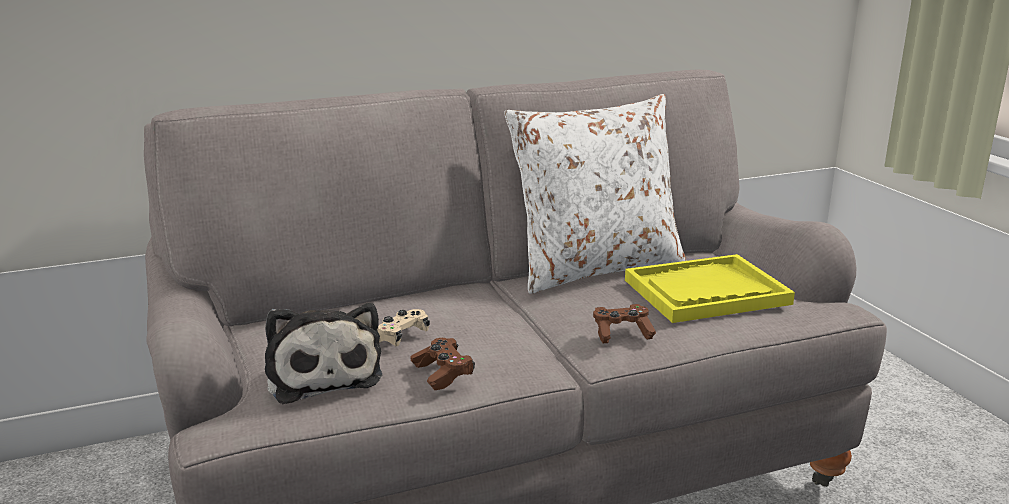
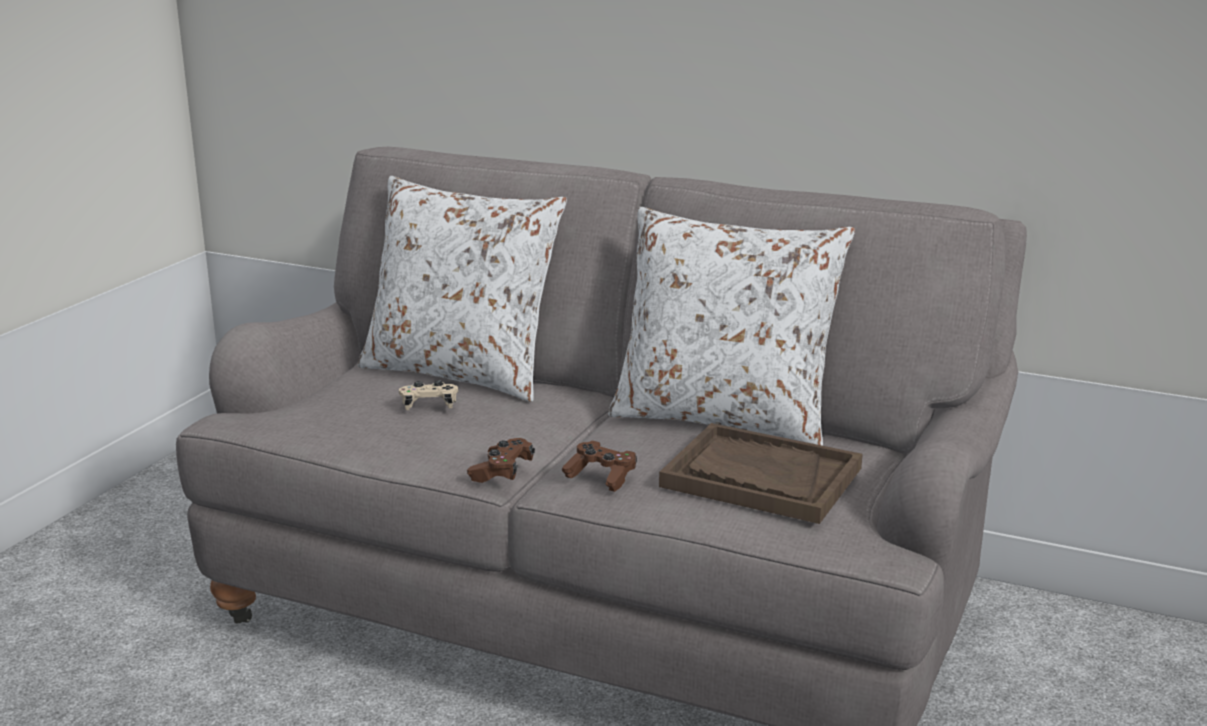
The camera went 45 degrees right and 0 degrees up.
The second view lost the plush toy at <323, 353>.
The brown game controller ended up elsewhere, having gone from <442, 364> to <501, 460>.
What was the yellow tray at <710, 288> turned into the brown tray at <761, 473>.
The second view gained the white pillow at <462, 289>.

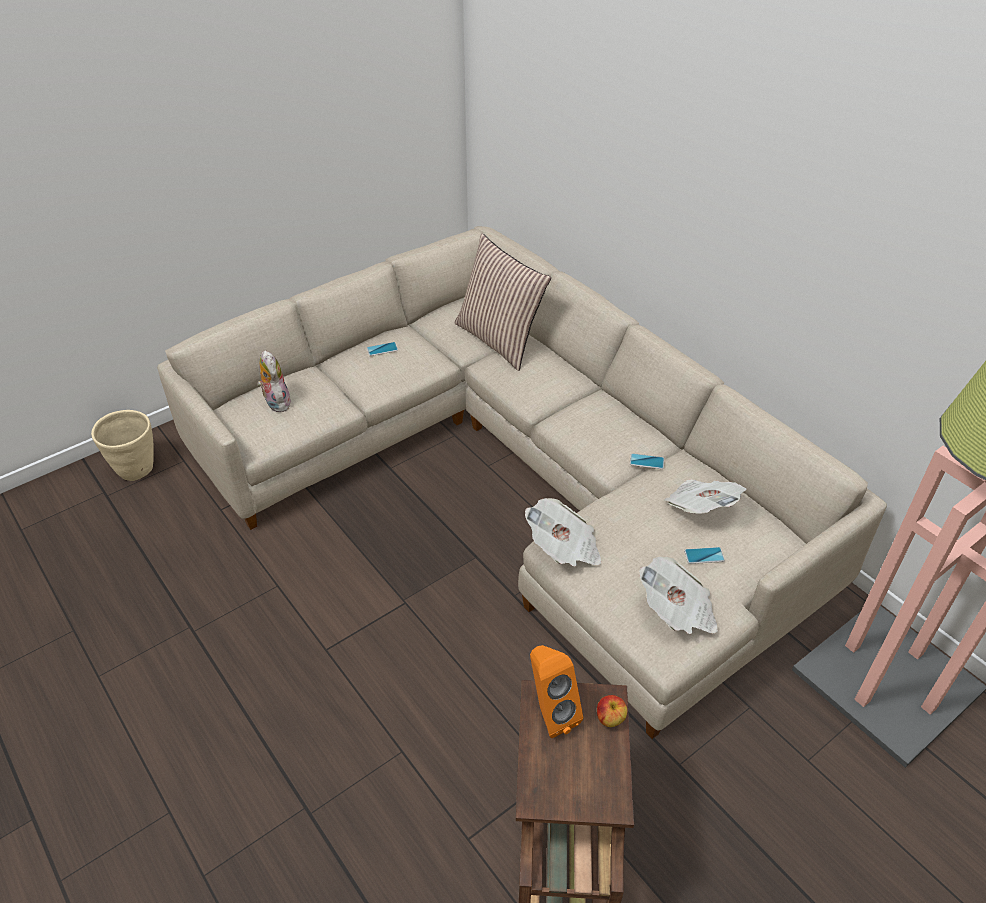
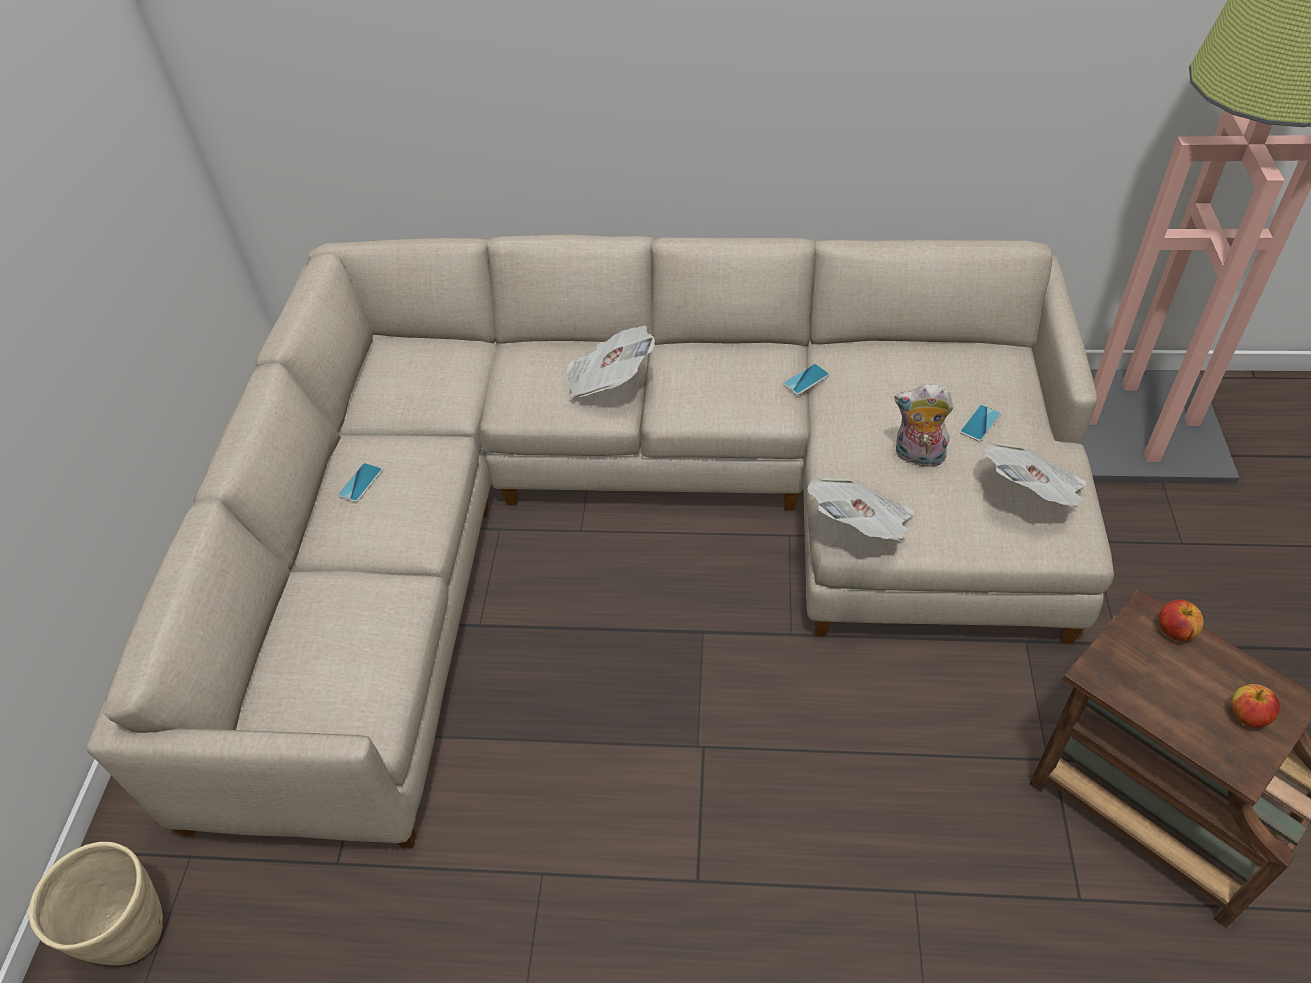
The camera went 45 degrees left and 5 degrees up.
The plush toy ended up elsewhere, having gone from <274, 381> to <924, 425>.
The second view lost the pillow at <503, 302>.
The second view lost the orange speaker at <556, 691>.
The newspaper ended up elsewhere, having gone from <705, 496> to <610, 362>.
The second view gained the apple at <1255, 706>.

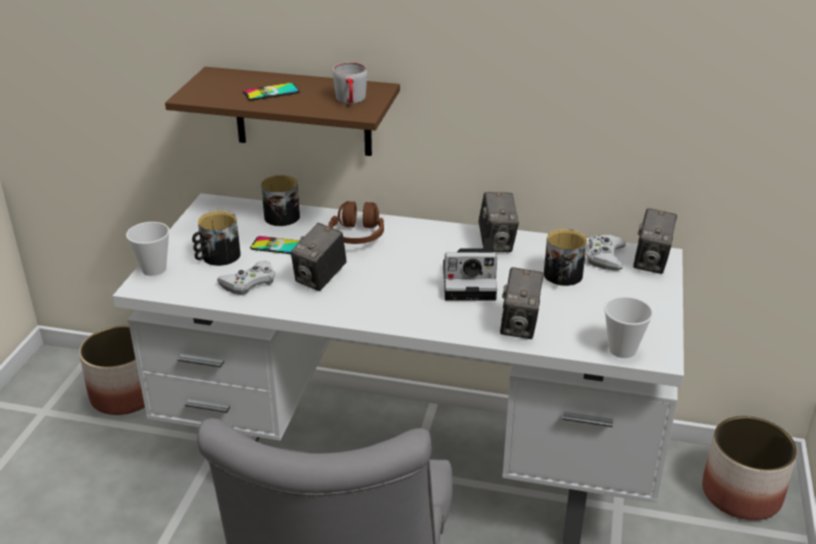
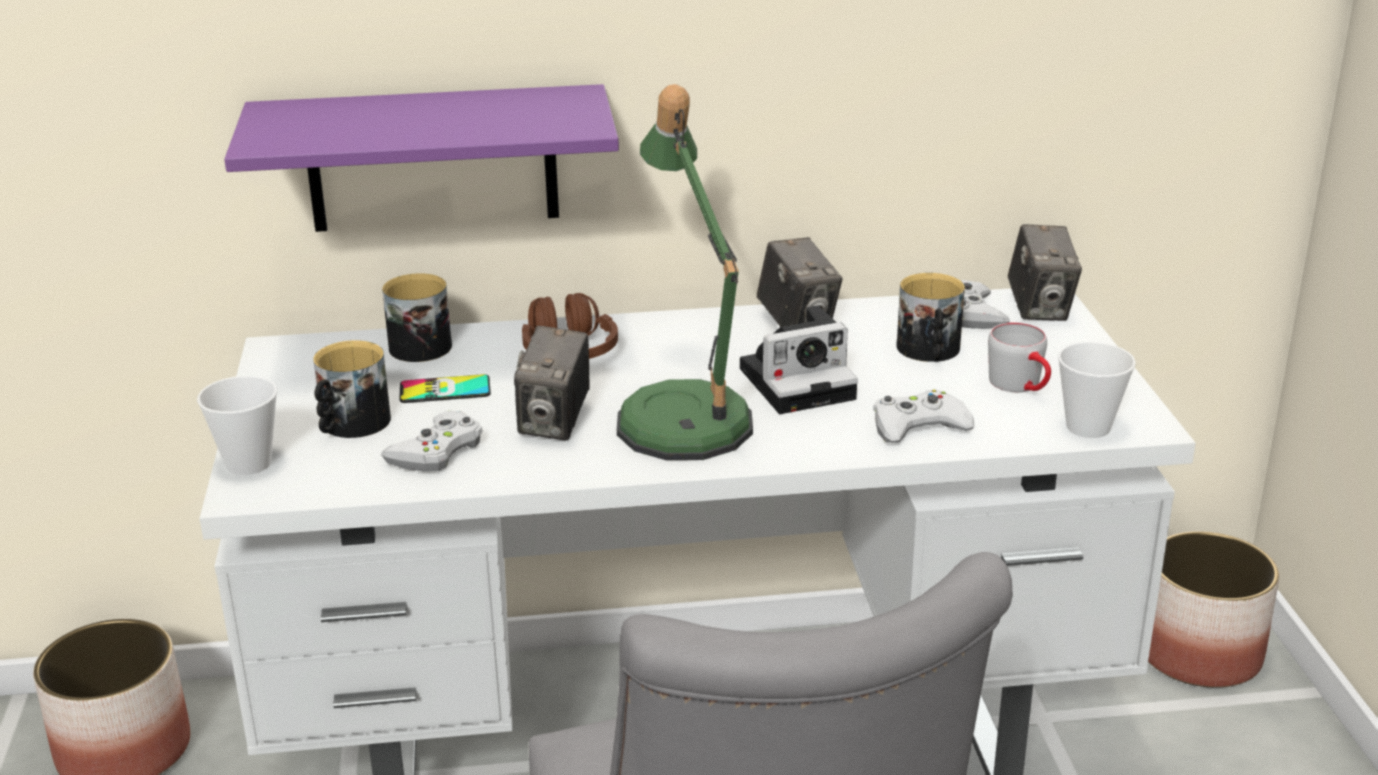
The camera went 20 degrees left and 5 degrees down.
What was the brown shelf at <282, 111> turned into the purple shelf at <421, 158>.
The second view lost the phone at <271, 92>.
The grey mug ended up elsewhere, having gone from <350, 83> to <1019, 357>.
Where the photo camera stood at <522, 303>, the white game controller came to stand at <923, 416>.
The second view gained the table lamp at <685, 272>.

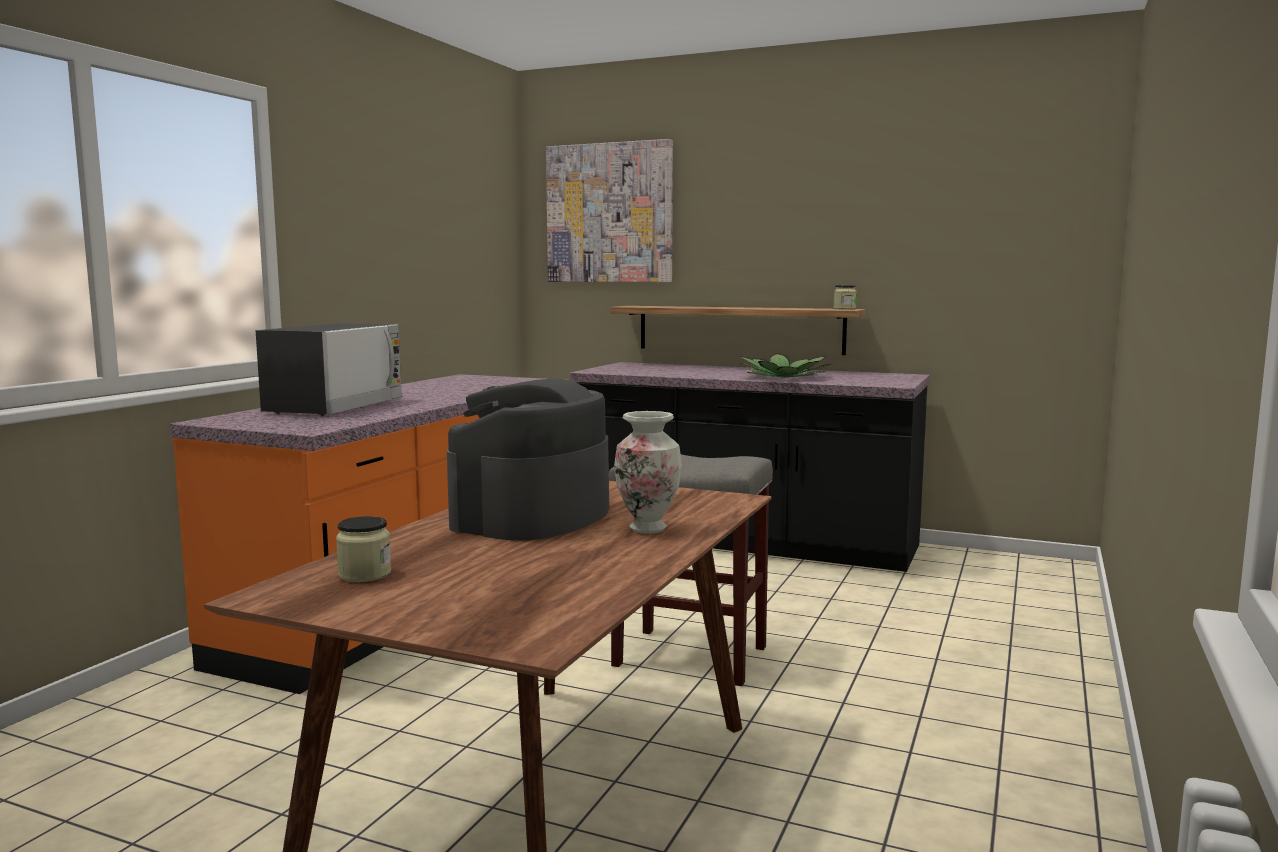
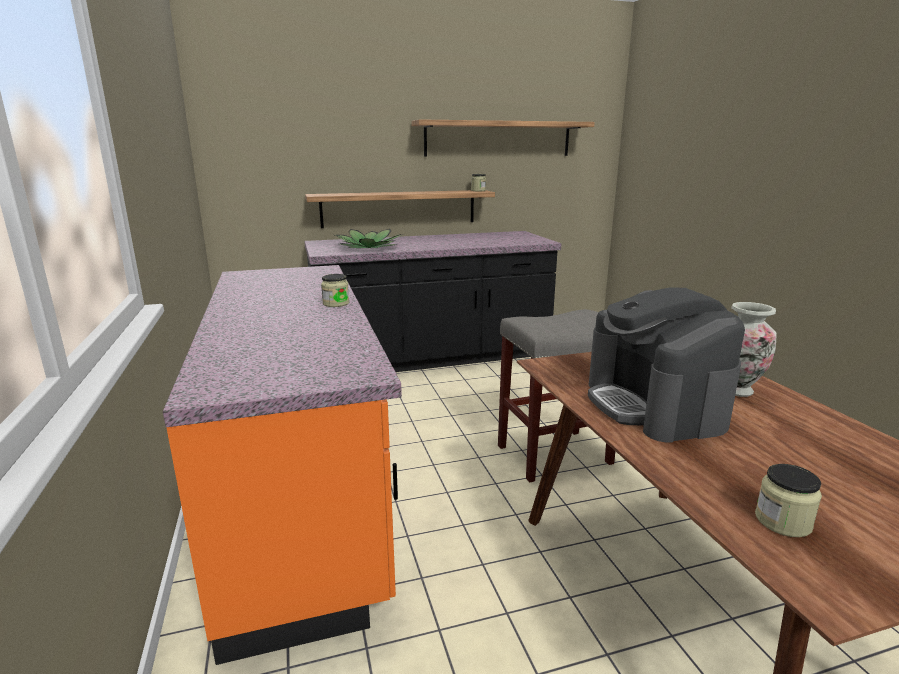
The camera went 40 degrees left and 10 degrees up.
The second view lost the microwave at <328, 369>.
The second view lost the picture at <609, 210>.
The potted plant ended up elsewhere, having gone from <784, 365> to <368, 238>.
The second view gained the jar at <335, 290>.
The second view gained the shelf at <503, 137>.

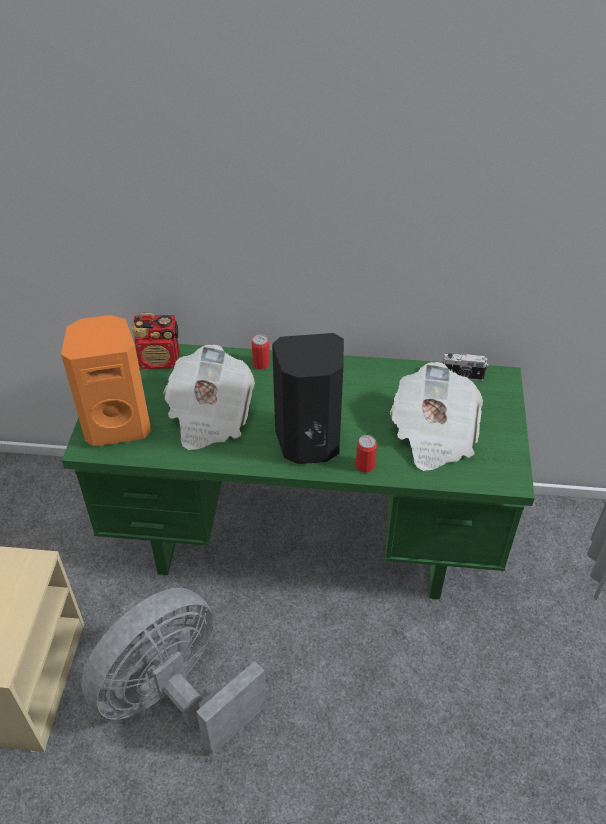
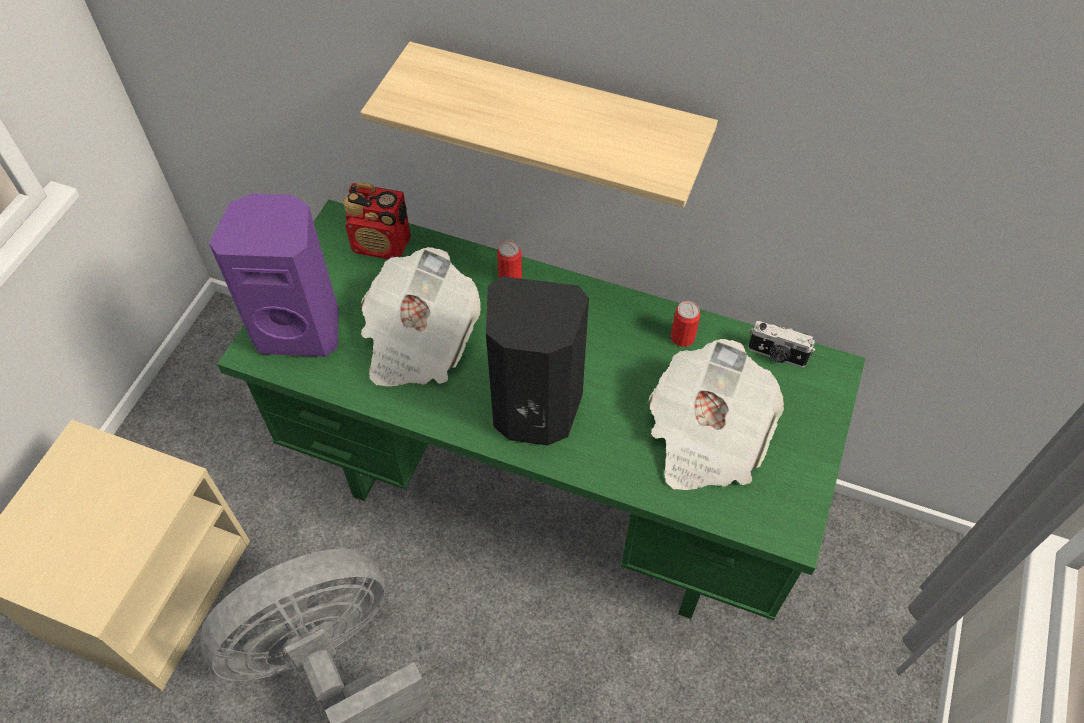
The camera went 15 degrees right and 10 degrees up.
What was the orange speaker at <106, 381> turned into the purple speaker at <273, 275>.
The can ended up elsewhere, having gone from <366, 454> to <685, 324>.
The second view gained the shelf at <539, 125>.

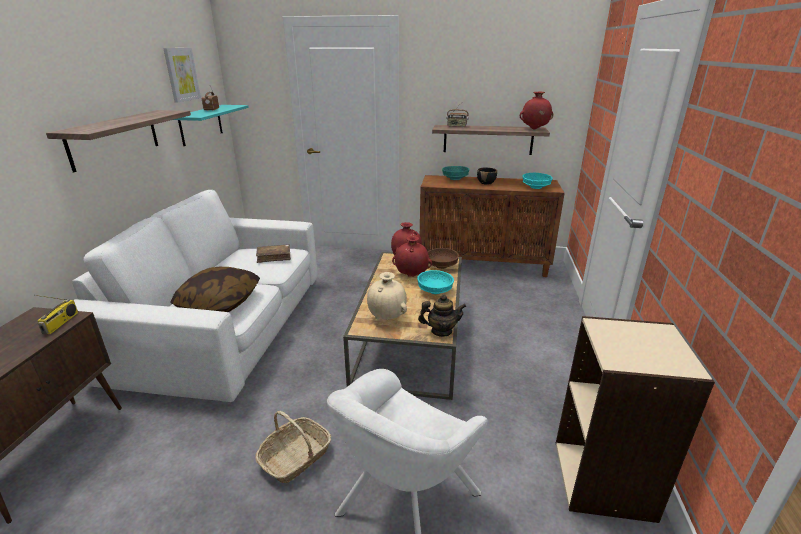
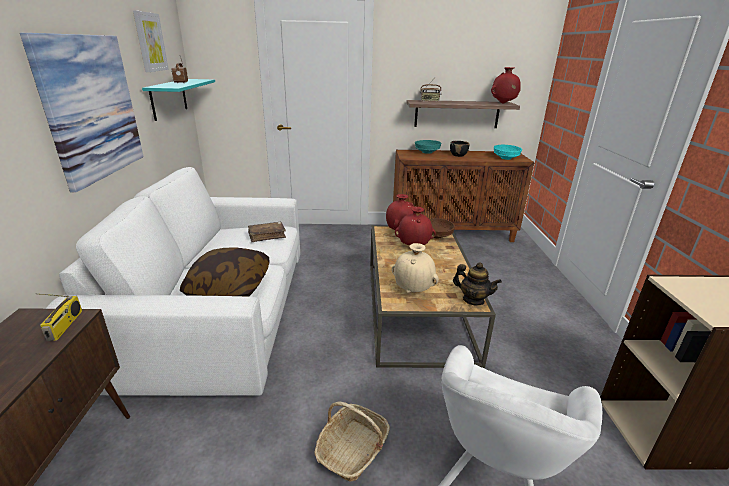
The camera went 10 degrees left and 0 degrees up.
Where the shelf hung at <118, 141>, the picture came to hang at <82, 112>.
The second view lost the turquoise bowl at <435, 282>.
The teapot at <442, 315> ended up facing another way, 45 degrees clockwise from before.

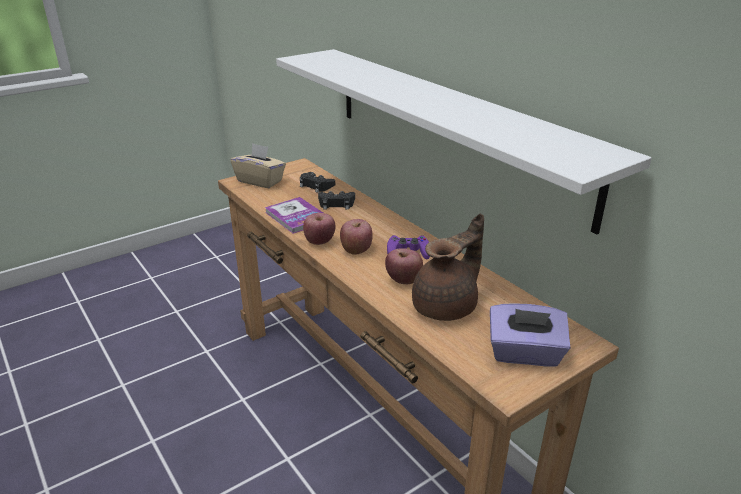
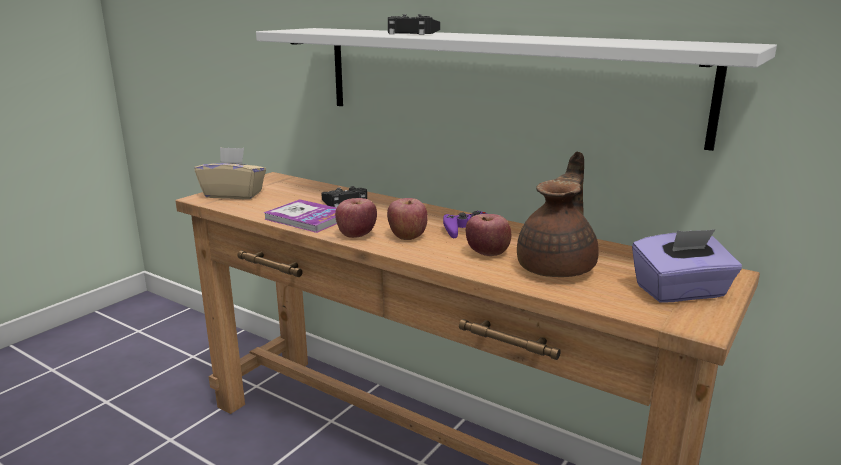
The camera went 20 degrees left and 10 degrees down.
The black game controller ended up elsewhere, having gone from <317, 182> to <414, 24>.

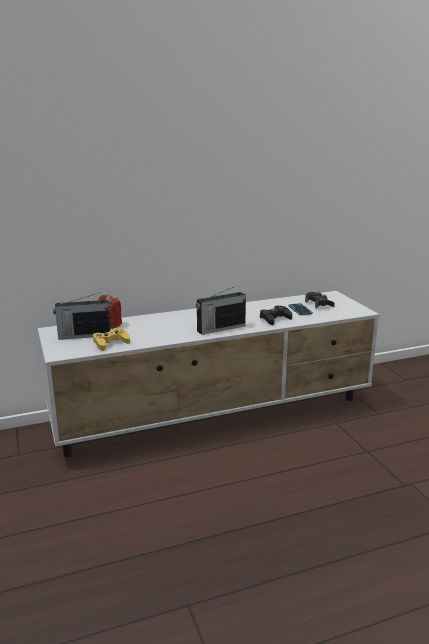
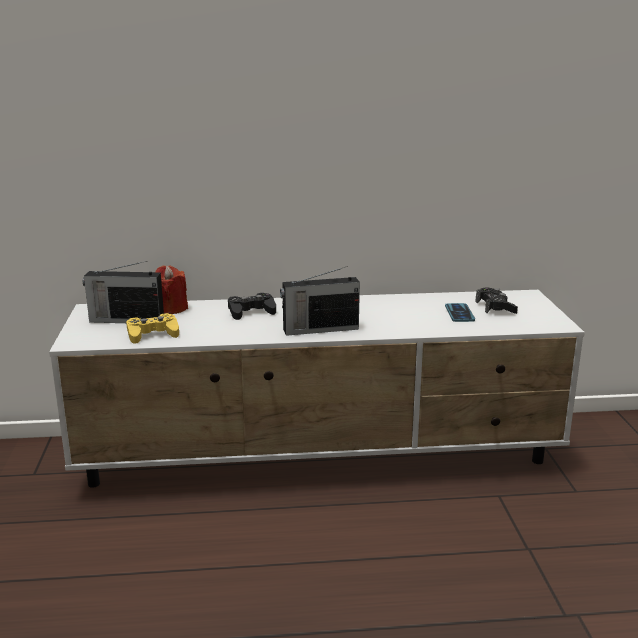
The camera went 15 degrees right and 0 degrees up.
The black game controller ended up elsewhere, having gone from <276, 315> to <252, 306>.

